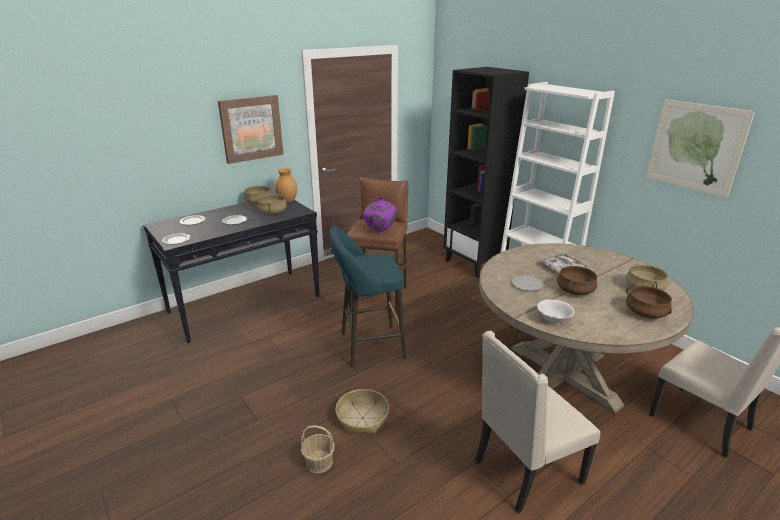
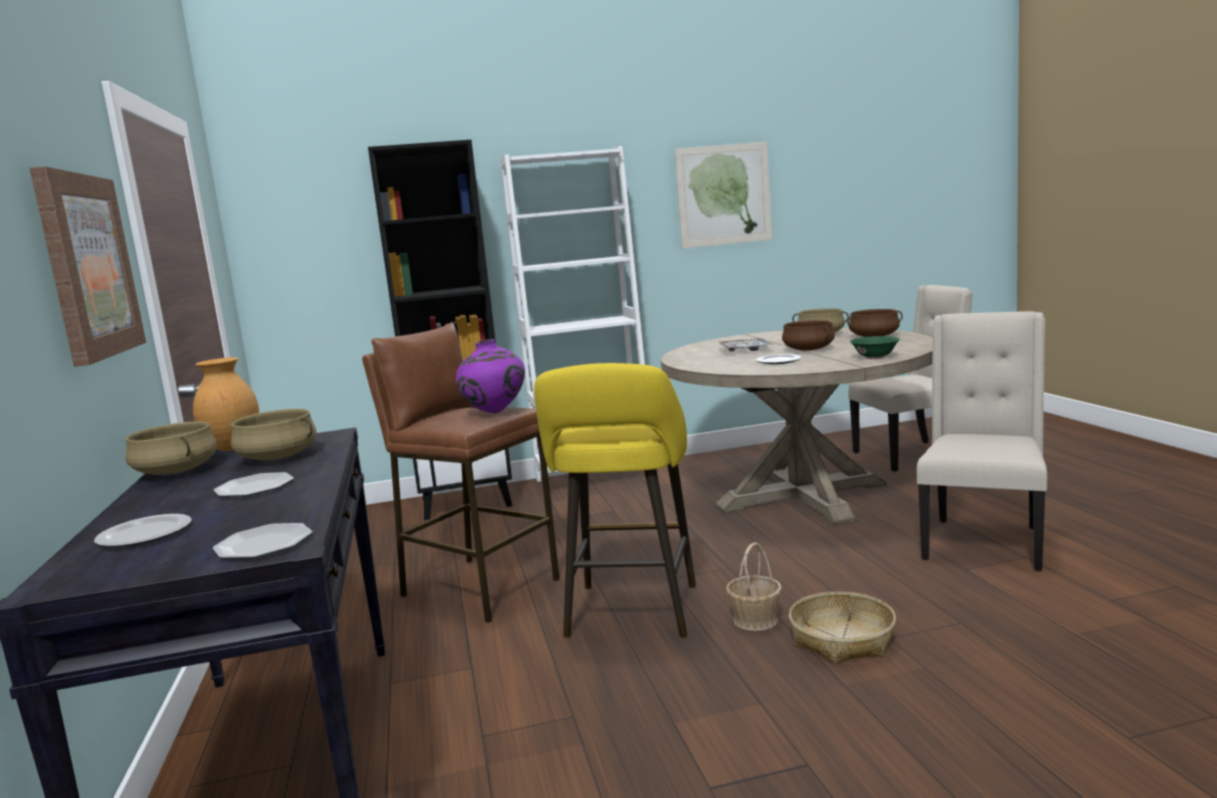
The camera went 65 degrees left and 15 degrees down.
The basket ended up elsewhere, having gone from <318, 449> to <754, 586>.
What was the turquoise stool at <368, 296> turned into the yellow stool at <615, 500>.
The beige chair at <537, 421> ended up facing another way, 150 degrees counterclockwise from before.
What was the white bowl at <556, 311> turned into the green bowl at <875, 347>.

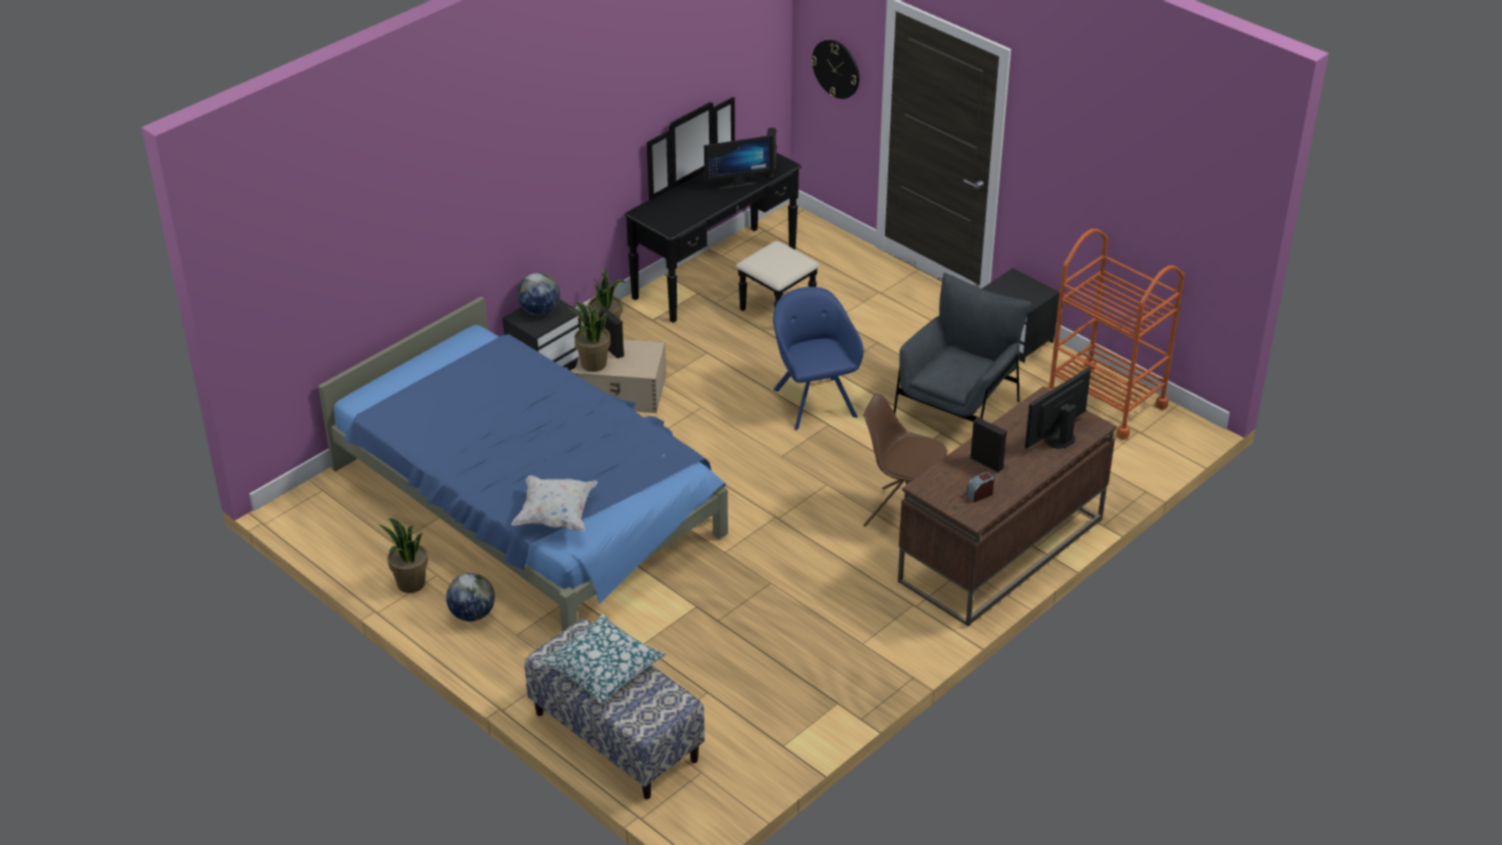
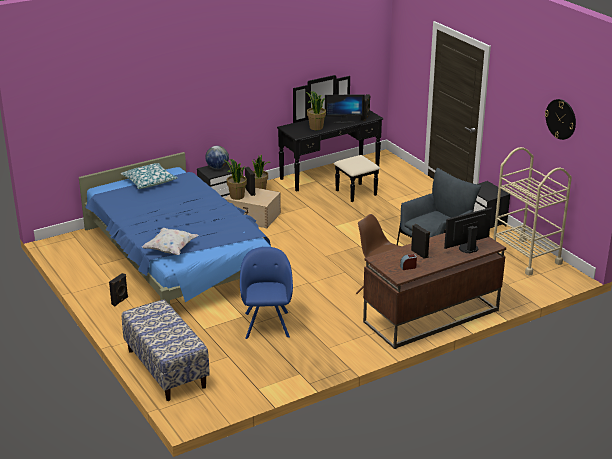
The camera went 15 degrees right and 10 degrees down.
The potted plant ended up elsewhere, having gone from <403, 555> to <315, 110>.
Where the globe stood at <470, 597>, the black speaker came to stand at <118, 289>.
The pillow ended up elsewhere, having gone from <602, 659> to <149, 176>.
The blue armchair ended up elsewhere, having gone from <818, 358> to <266, 293>.
The wall clock ended up elsewhere, having gone from <835, 69> to <560, 119>.
What was the orange cart at <1115, 334> turned into the beige cart at <532, 211>.

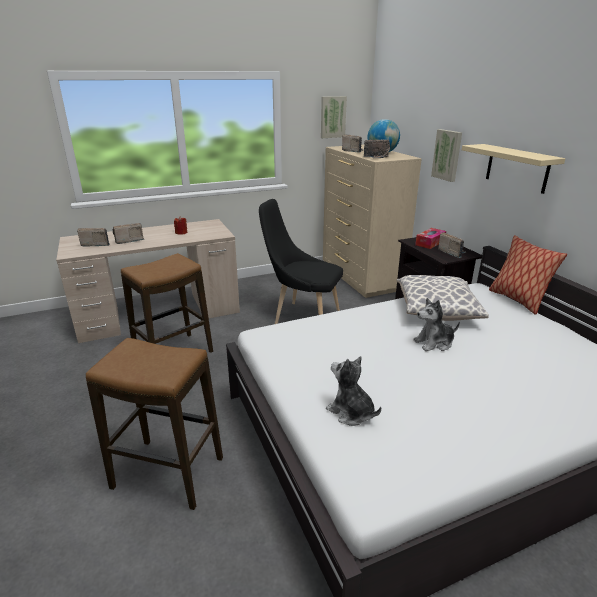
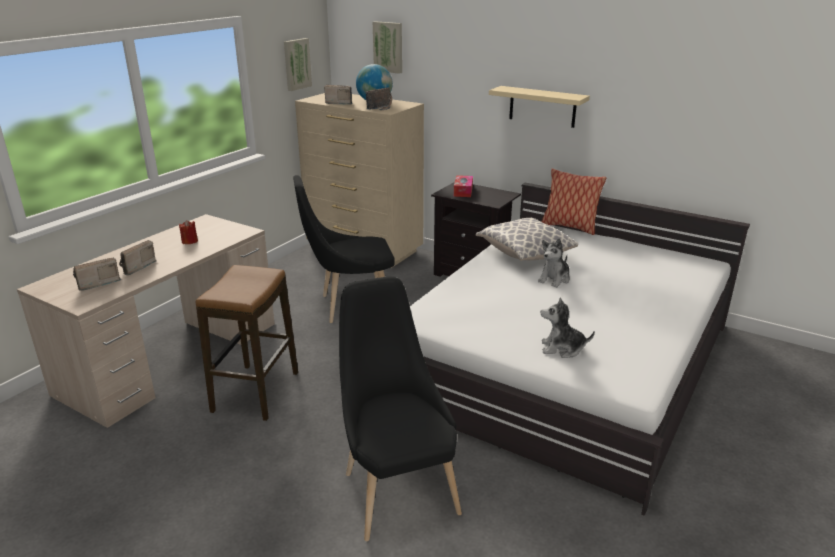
The camera went 35 degrees left and 0 degrees up.
Where the stool stood at <154, 424>, the black chair came to stand at <400, 408>.
The picture ended up elsewhere, having gone from <446, 155> to <387, 47>.
The second view lost the radio at <452, 245>.

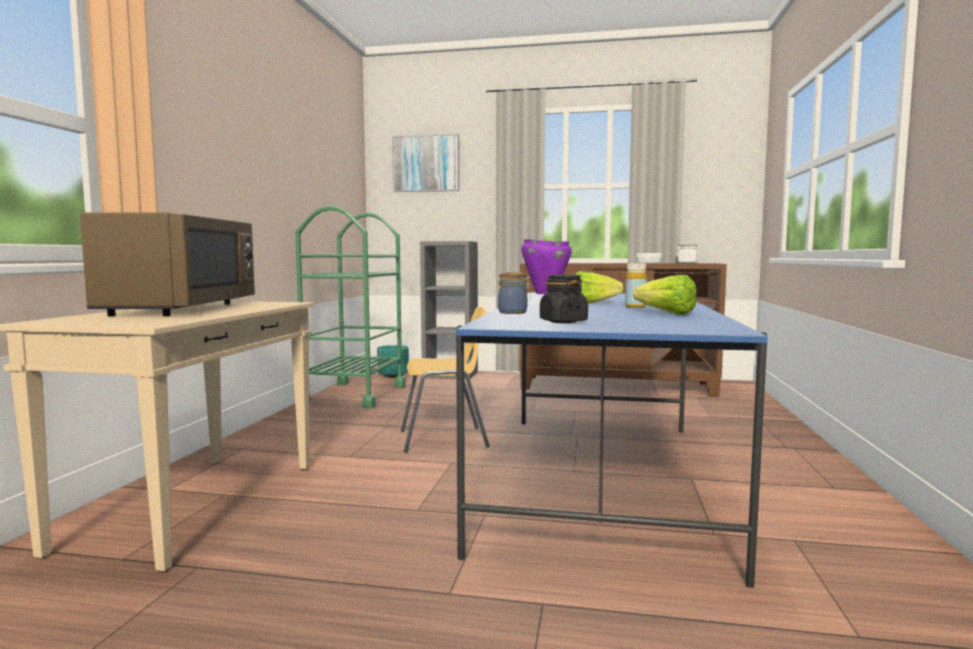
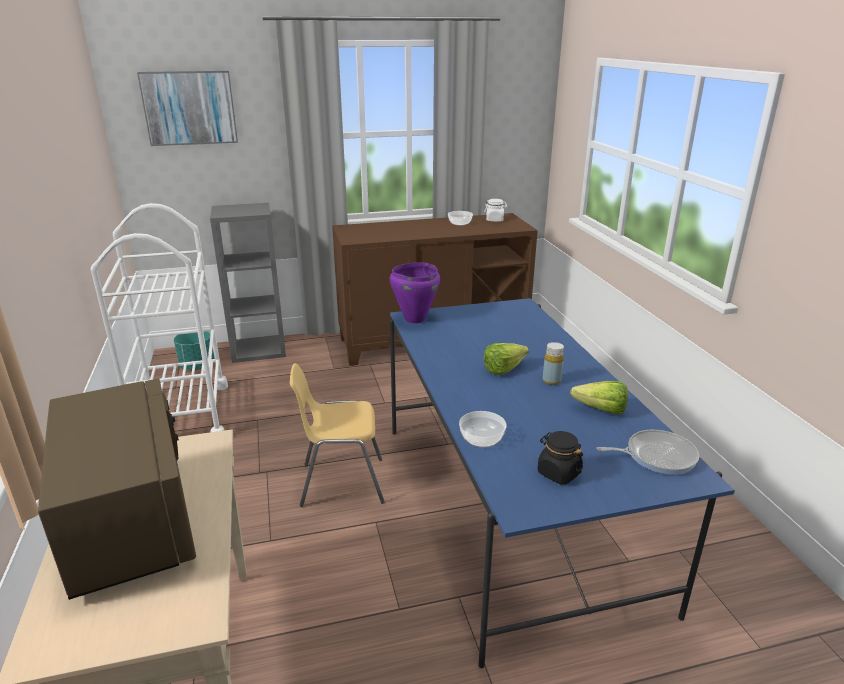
The camera went 25 degrees left and 20 degrees up.
What was the green cart at <350, 307> turned into the white cart at <159, 317>.
The yellow chair at <445, 380> ended up facing another way, 150 degrees counterclockwise from before.
Where the jar stood at <514, 293>, the bowl came to stand at <483, 429>.
The second view gained the frying pan at <648, 452>.

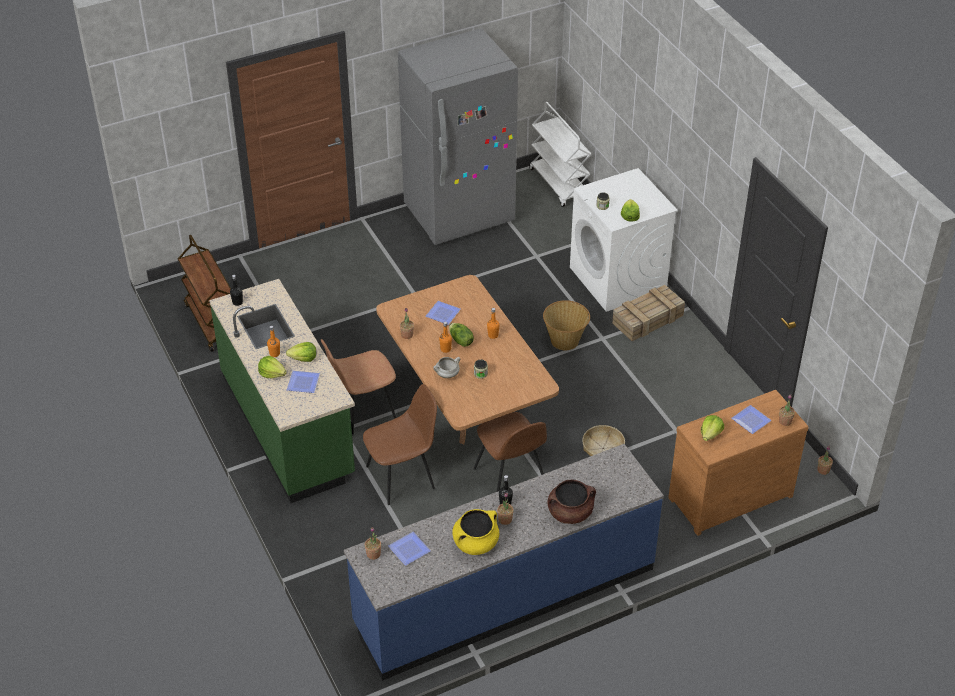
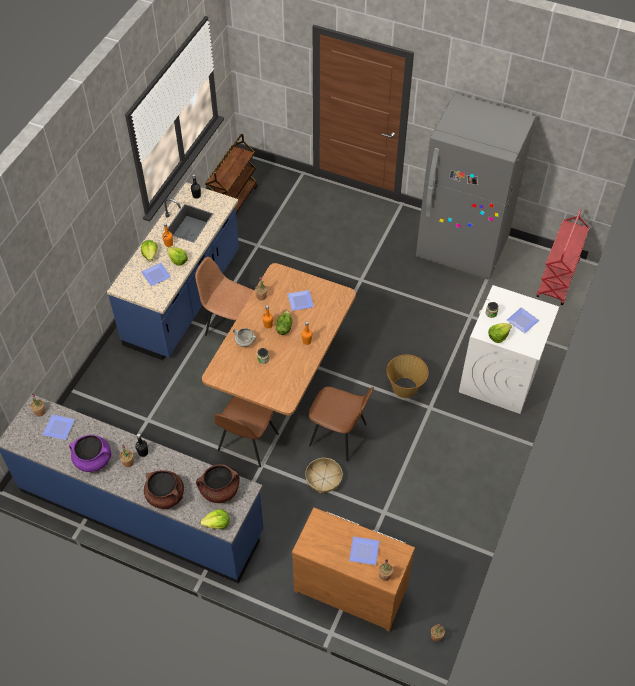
The camera went 50 degrees right and 10 degrees up.
What was the green counter at <282, 391> turned into the blue counter at <173, 271>.
The brown chair ended up elsewhere, having gone from <400, 444> to <341, 424>.
What was the yellow cooking pot at <475, 532> turned into the purple cooking pot at <90, 453>.
What was the white cart at <560, 154> turned into the red cart at <562, 257>.
The second view lost the crate at <648, 313>.
The lettuce ended up elsewhere, having gone from <712, 428> to <215, 519>.
The second view gained the brown cooking pot at <218, 483>.
The second view gained the plate at <523, 320>.

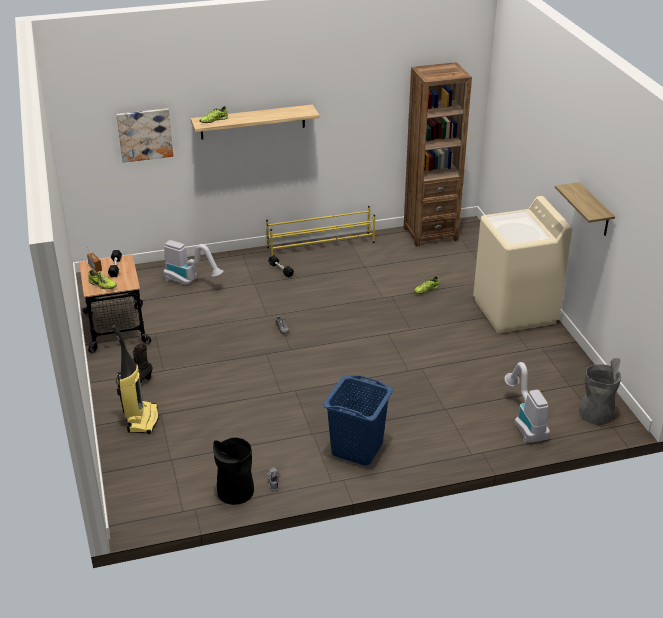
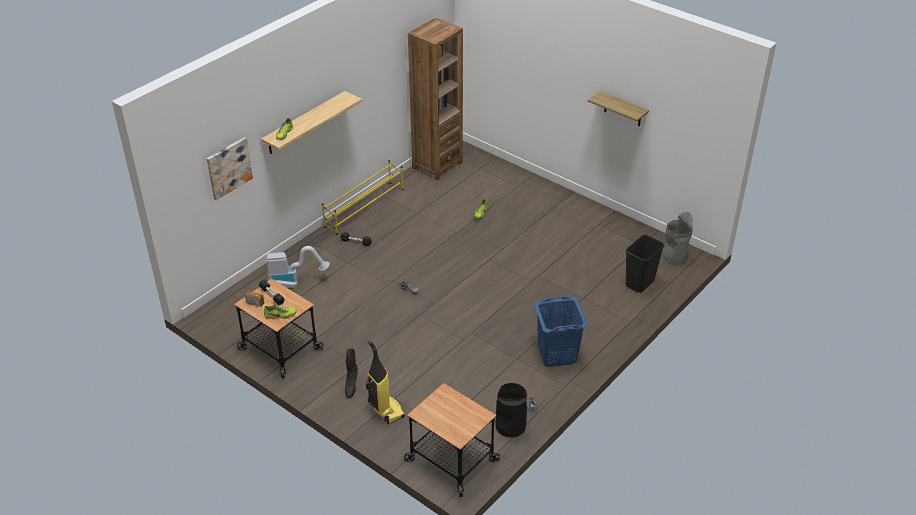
The camera went 35 degrees left and 5 degrees up.
The second view lost the beige washing machine at <522, 264>.
Where the vacuum cleaner stood at <527, 402>, the black trash can came to stand at <645, 263>.
The second view gained the cart at <452, 440>.

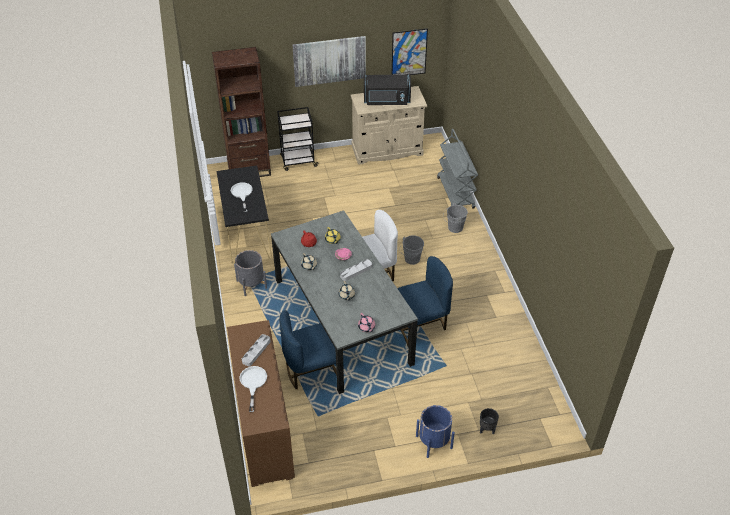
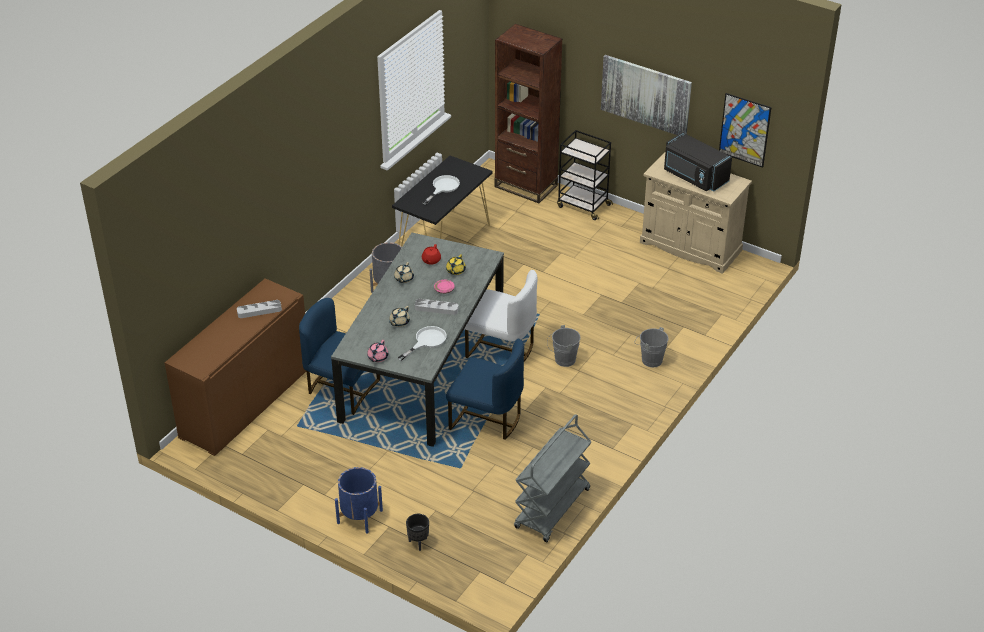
The camera went 45 degrees right and 5 degrees down.
The white frying pan ended up elsewhere, having gone from <253, 389> to <422, 343>.
The grey cart ended up elsewhere, having gone from <457, 169> to <553, 478>.

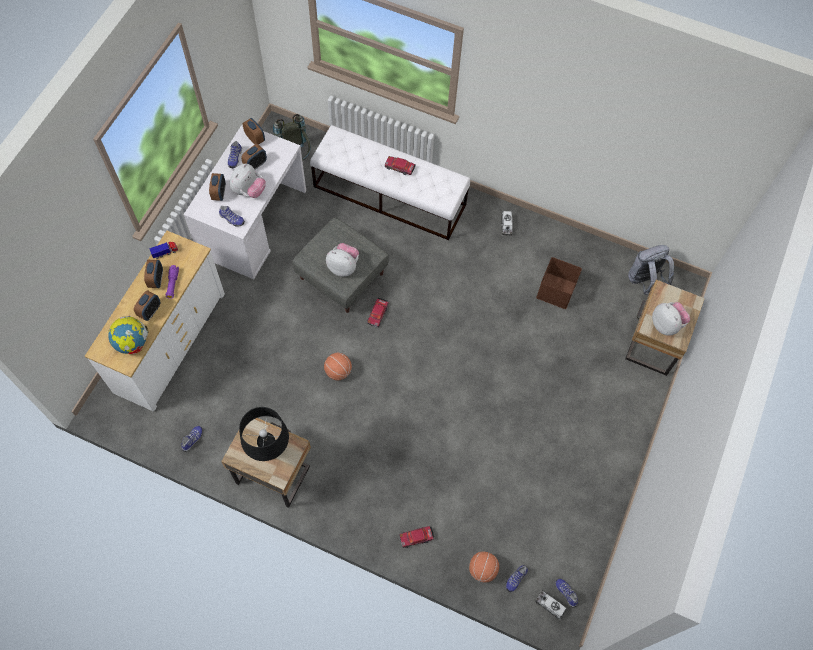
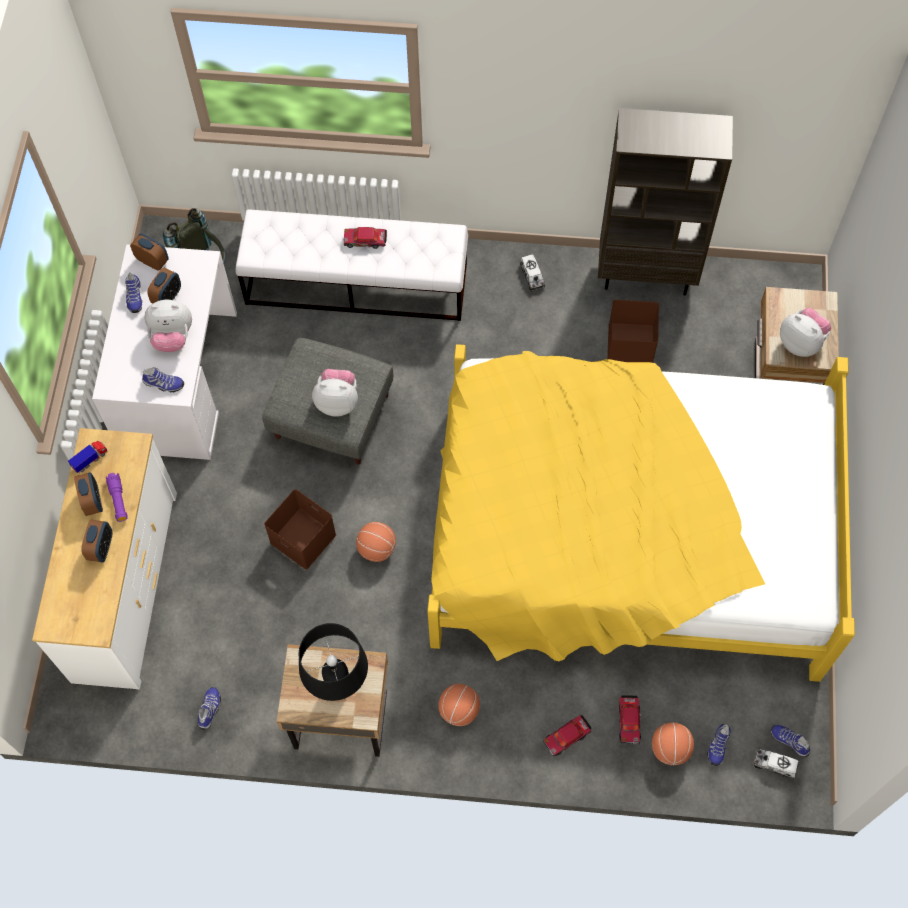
The camera went 15 degrees left and 0 degrees up.
The second view lost the globe at <128, 335>.
The second view lost the alarm clock at <217, 187>.
The plush toy at <247, 181> ended up facing another way, 75 degrees clockwise from before.
The toy car ended up elsewhere, having gone from <377, 313> to <630, 719>.
The second view lost the grey backpack at <651, 270>.
The second view gained the brown storage box at <300, 529>.
The second view gained the yellow bed at <641, 513>.
The second view gained the basketball at <459, 705>.
The second view gained the brown bookcase at <665, 201>.

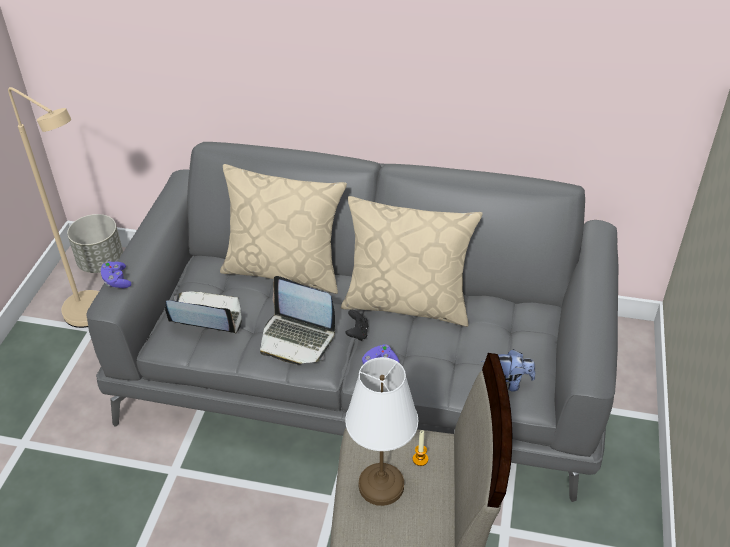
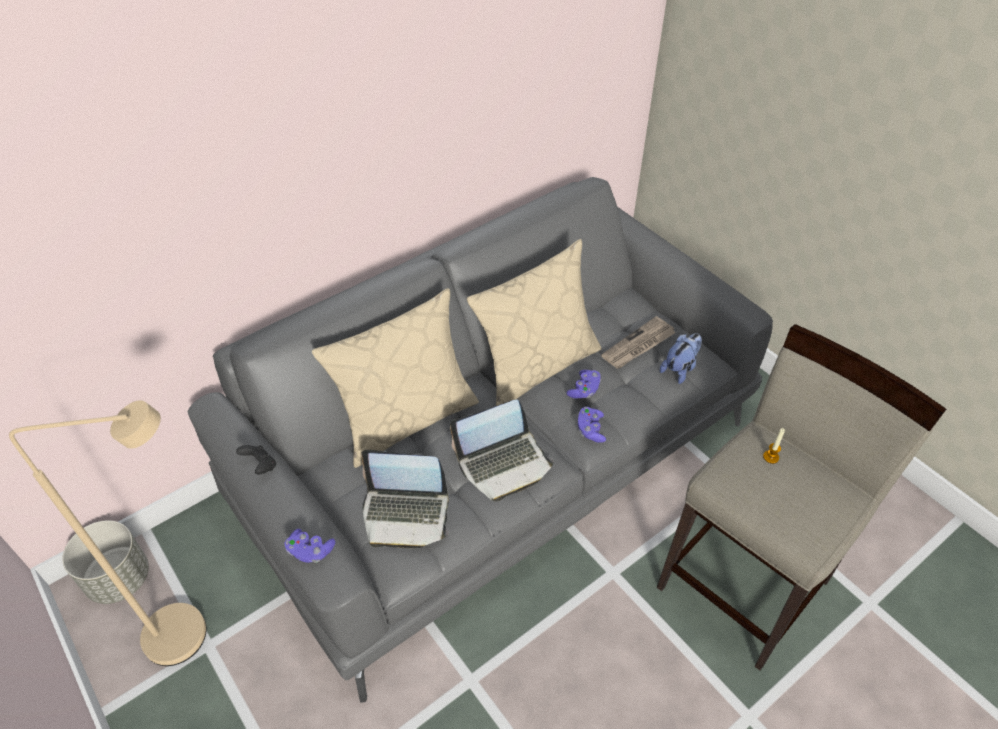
The camera went 50 degrees left and 5 degrees up.
The laptop at <203, 313> ended up facing another way, 135 degrees counterclockwise from before.
The black game controller ended up elsewhere, having gone from <356, 325> to <256, 459>.
The second view lost the white table lamp at <381, 431>.
The second view gained the purple game controller at <583, 384>.
The second view gained the newspaper at <638, 342>.

